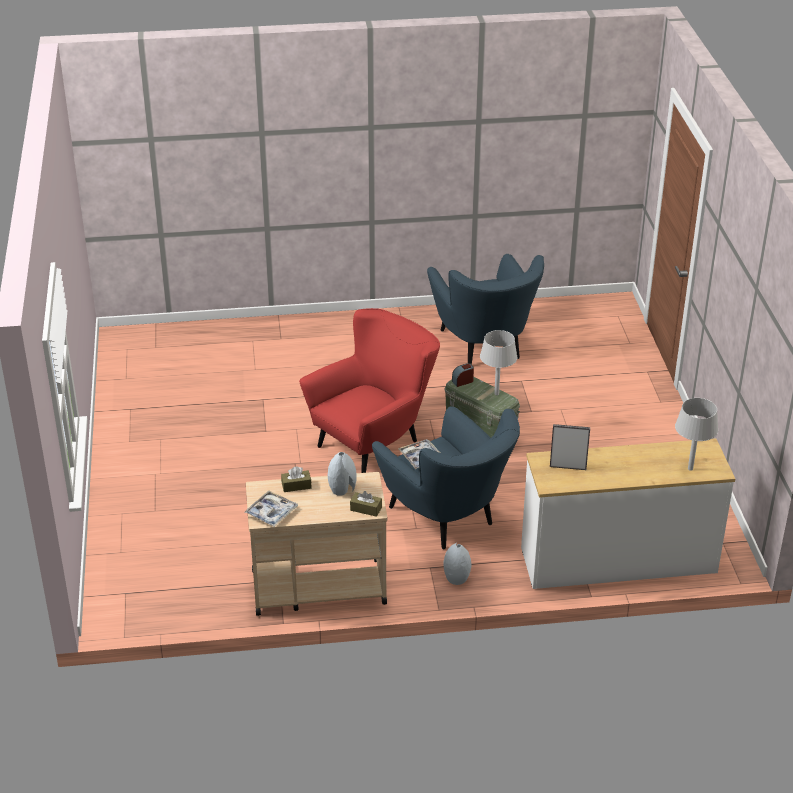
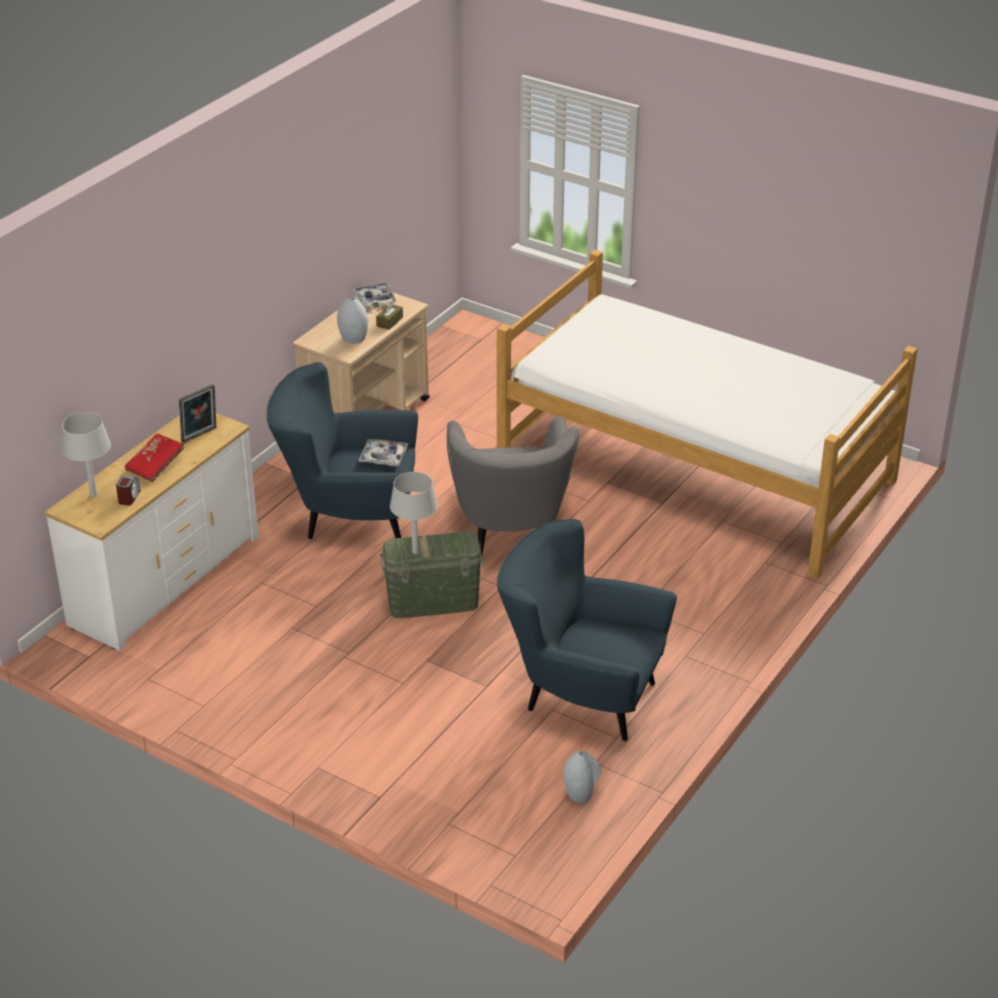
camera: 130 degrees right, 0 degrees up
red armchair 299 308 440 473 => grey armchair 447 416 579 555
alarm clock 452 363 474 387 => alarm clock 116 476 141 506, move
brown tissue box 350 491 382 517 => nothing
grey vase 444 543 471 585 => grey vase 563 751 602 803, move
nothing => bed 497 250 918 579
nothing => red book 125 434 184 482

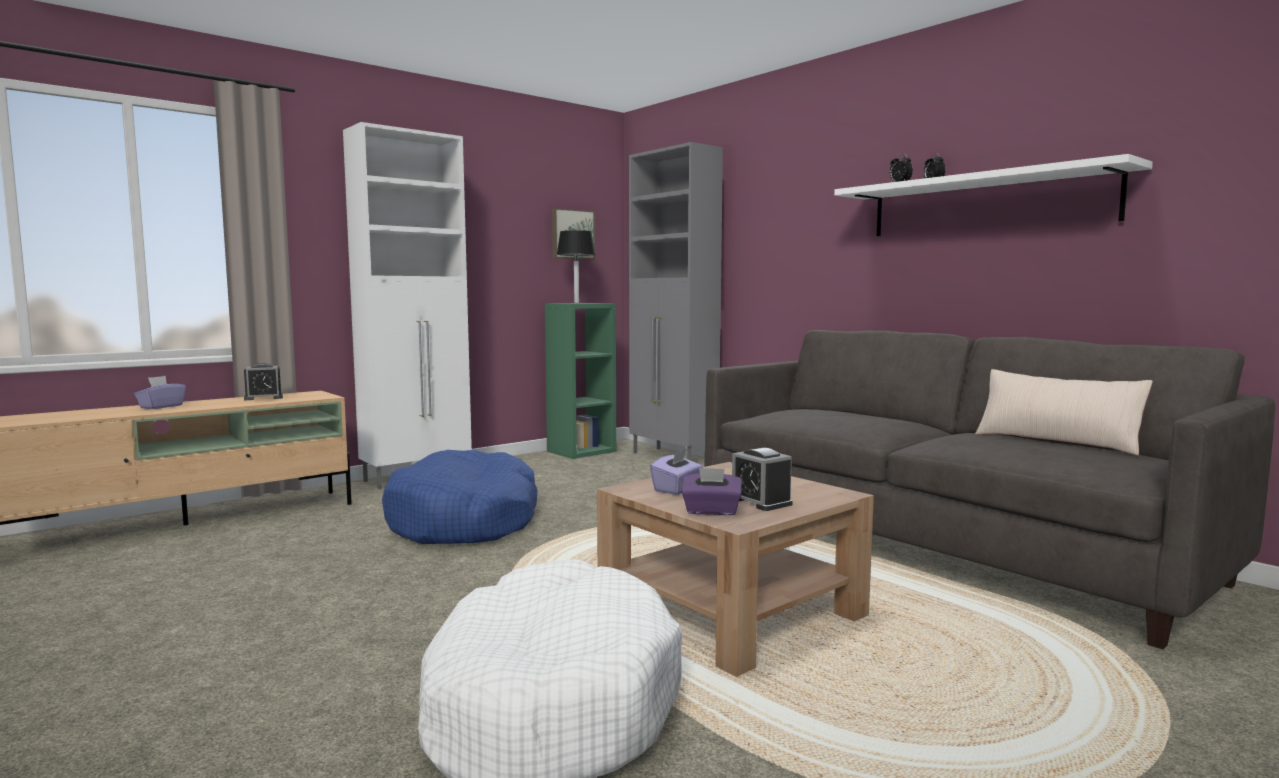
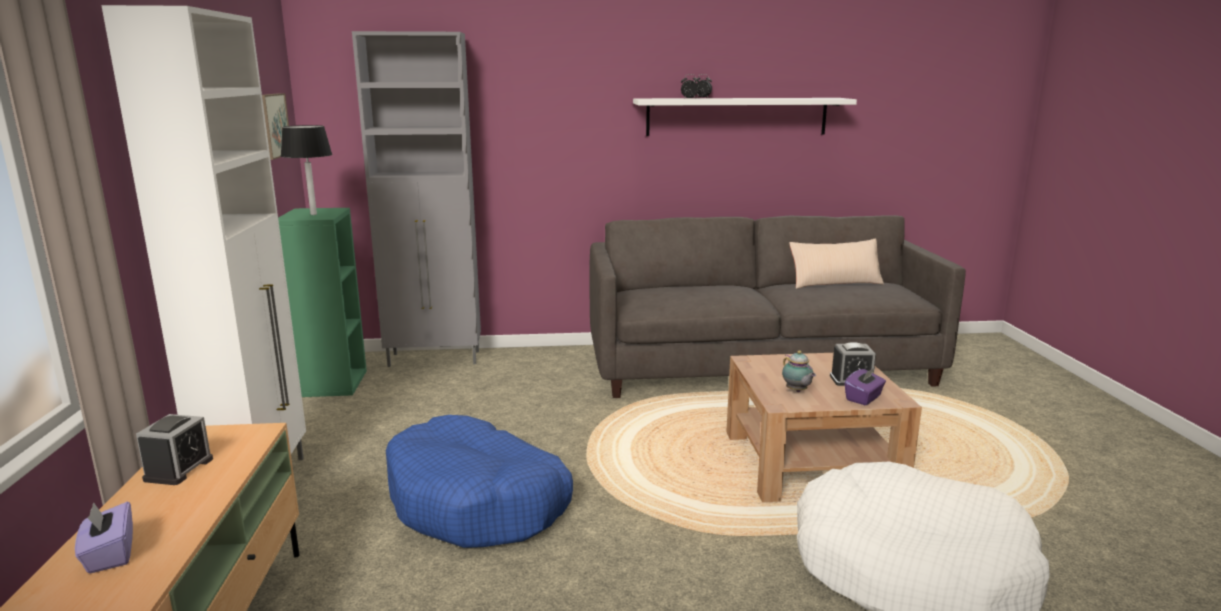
camera: 55 degrees left, 10 degrees up
purple tissue box 650 448 703 495 => teapot 782 350 816 392

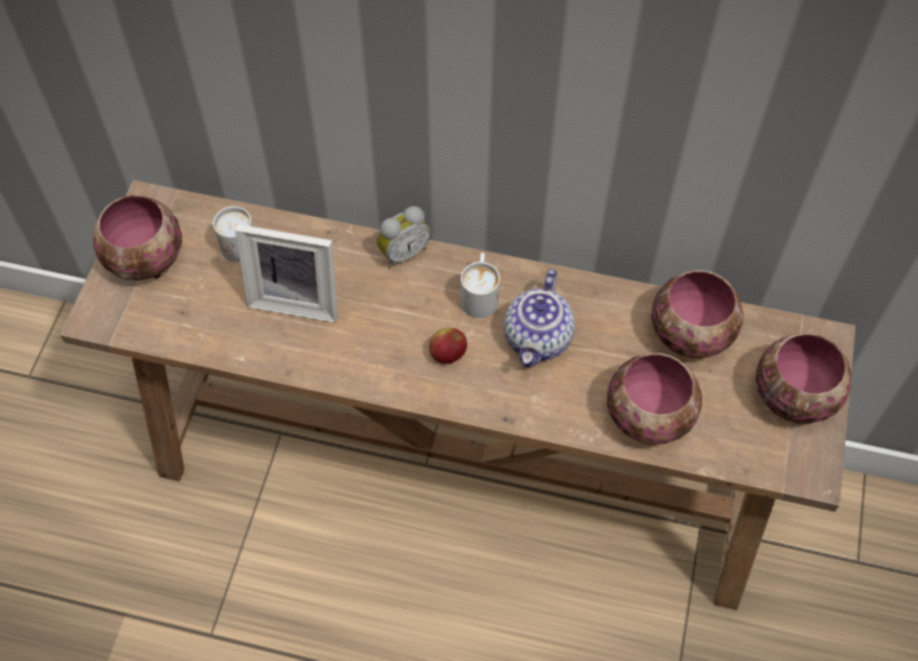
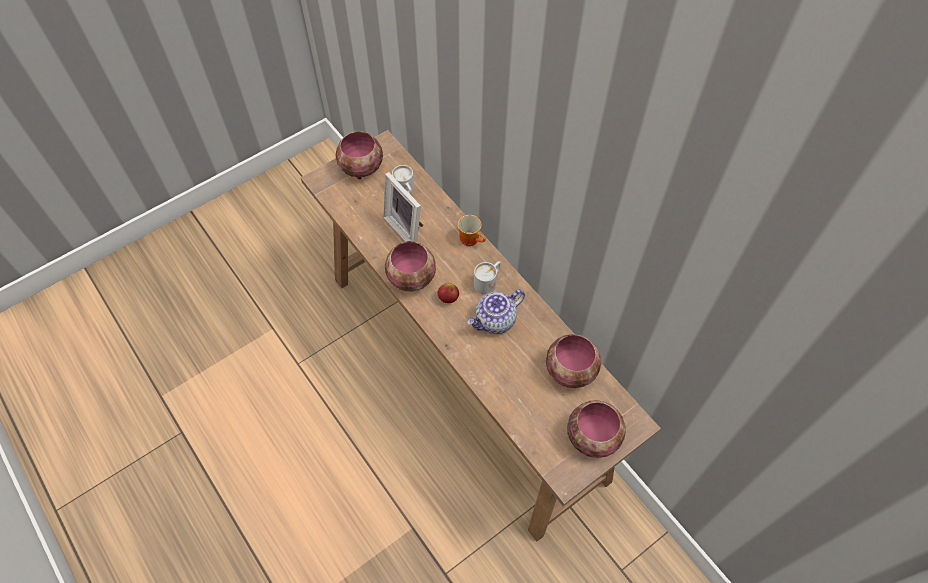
camera: 40 degrees right, 0 degrees up
alarm clock 377 206 431 268 => mug 458 215 486 246
bowl 607 353 702 445 => bowl 385 241 436 291, move

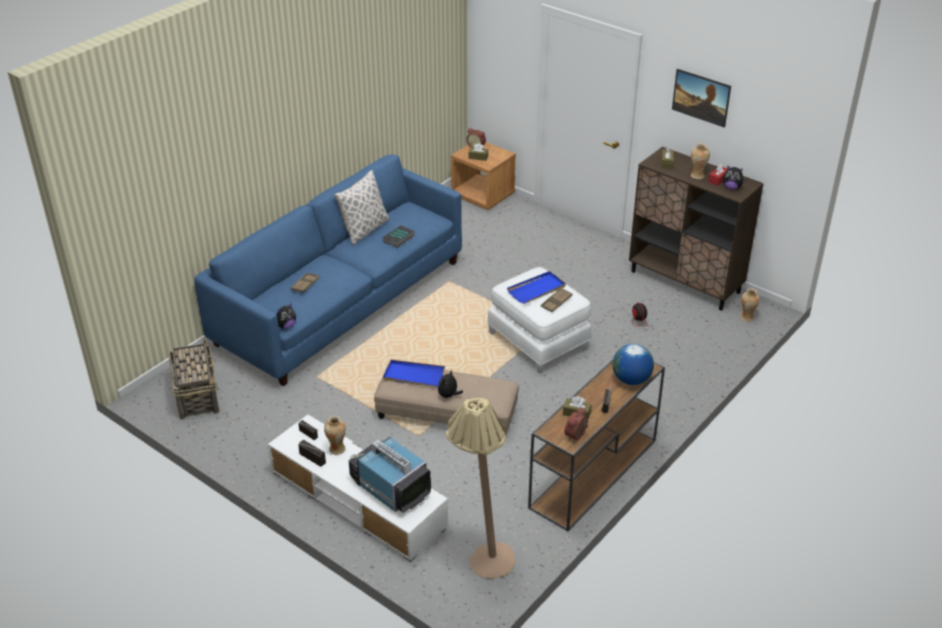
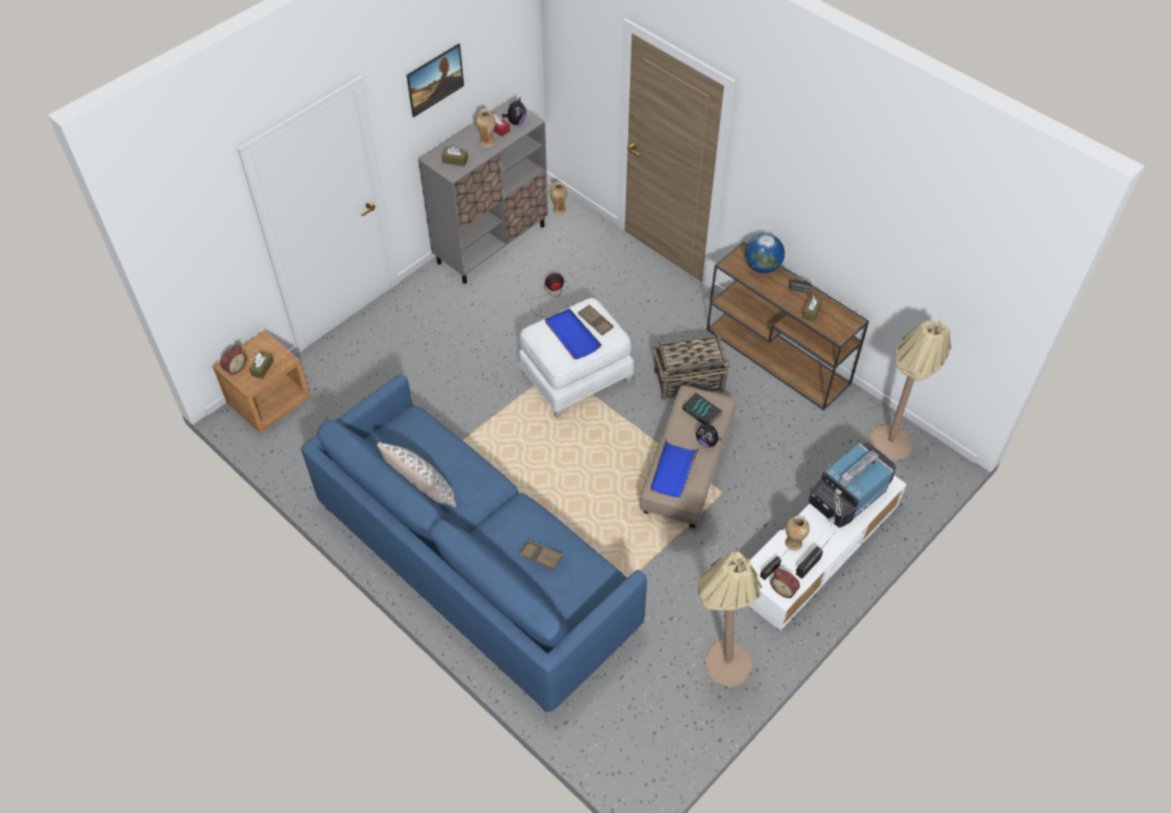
camera: 85 degrees left, 15 degrees up
brown cabinet 629 147 764 311 => grey cabinet 418 99 548 284
book 383 225 415 248 => book 682 393 722 425, move
plush toy 277 303 296 329 => nothing
basket 169 339 219 420 => basket 653 333 730 400, move
alarm clock 564 407 588 441 => alarm clock 770 568 800 598, move
nothing => beige floor lamp 697 551 763 686

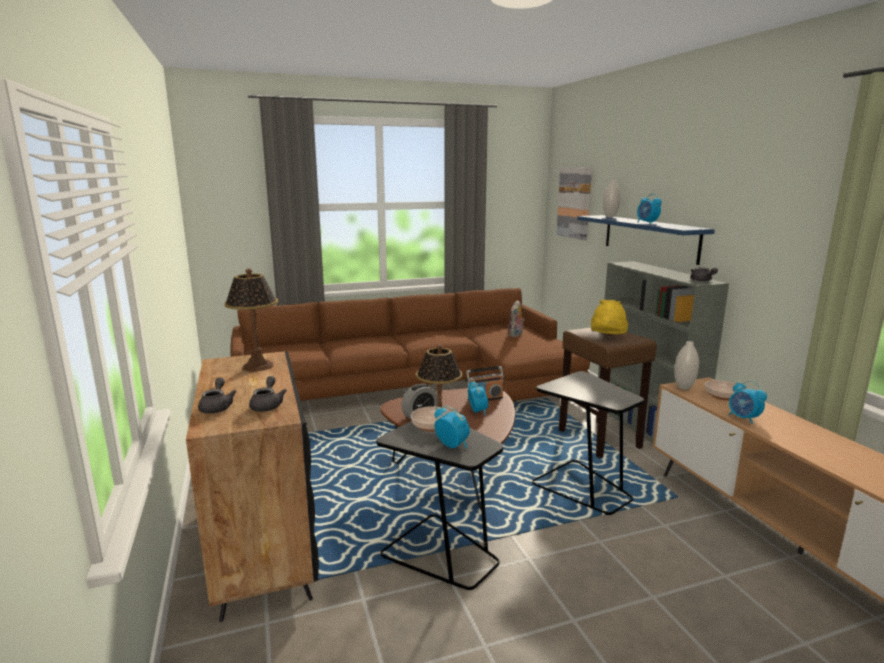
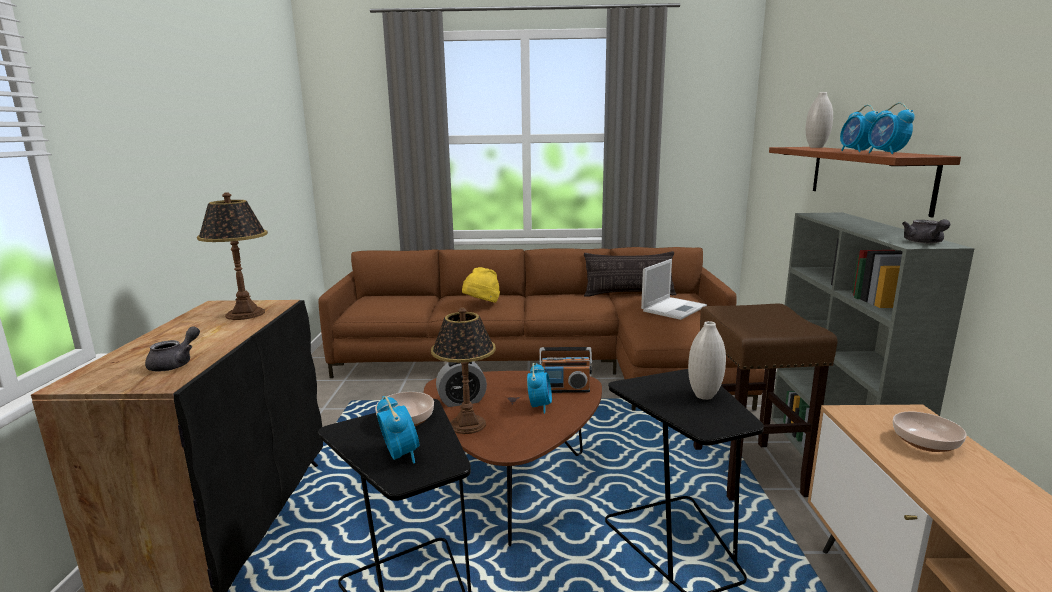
camera: 20 degrees right, 0 degrees up
picture 556 167 592 240 => nothing
blue shelf 577 215 715 265 => brown shelf 769 147 961 217
yellow hat 591 299 628 334 => yellow hat 462 267 500 303, move
plush toy 508 300 524 337 => laptop 641 259 707 320
white vase 674 341 699 390 => white vase 688 321 726 400, move
grey teapot 198 377 237 414 => nothing
alarm clock 729 381 767 424 => alarm clock 868 103 915 154, move
nothing => pillow 584 251 676 297

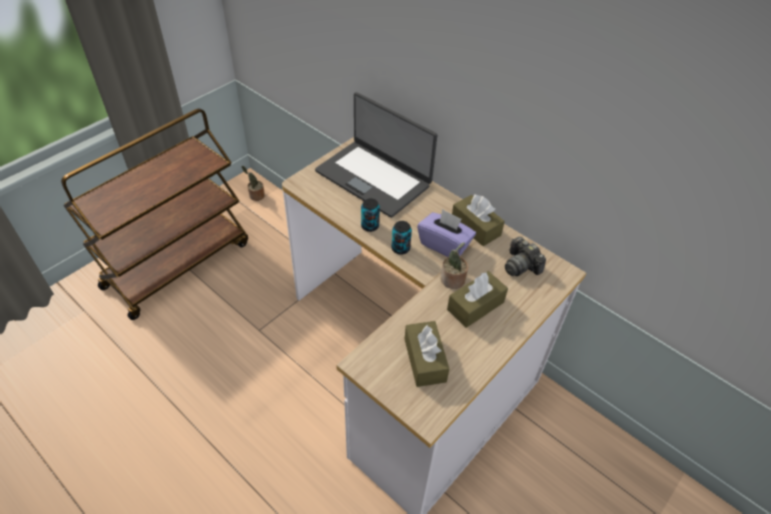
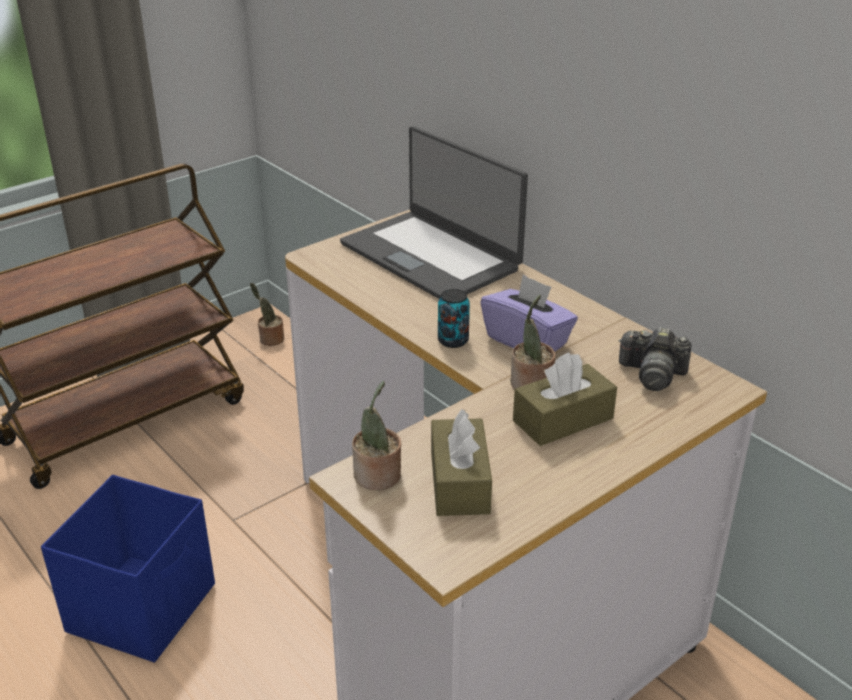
camera: 10 degrees right, 15 degrees down
brown tissue box 452 194 505 246 => nothing
can 361 198 380 232 => nothing
photo camera 505 237 546 276 => photo camera 619 327 692 391, 45 degrees counterclockwise
nothing => potted plant 352 381 401 490
nothing => blue storage box 41 475 215 662

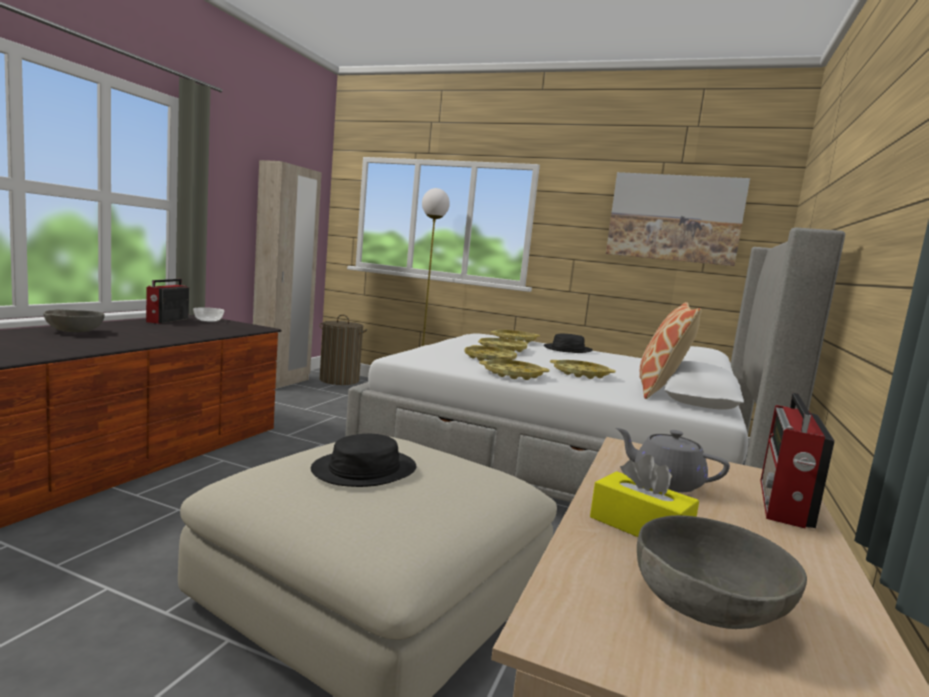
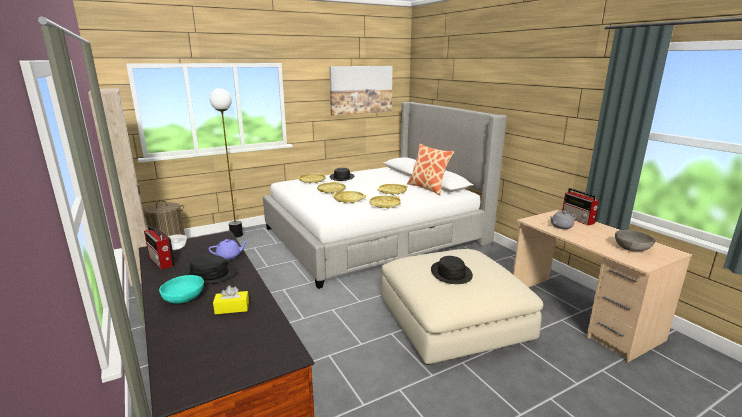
camera: 50 degrees left, 10 degrees up
grey bowl 43 309 105 332 => turquoise bowl 159 275 204 304
yellow tissue box 590 455 699 537 => yellow tissue box 213 285 249 314, move
nothing => purple teapot 209 239 248 260
nothing => black hat 180 255 238 284

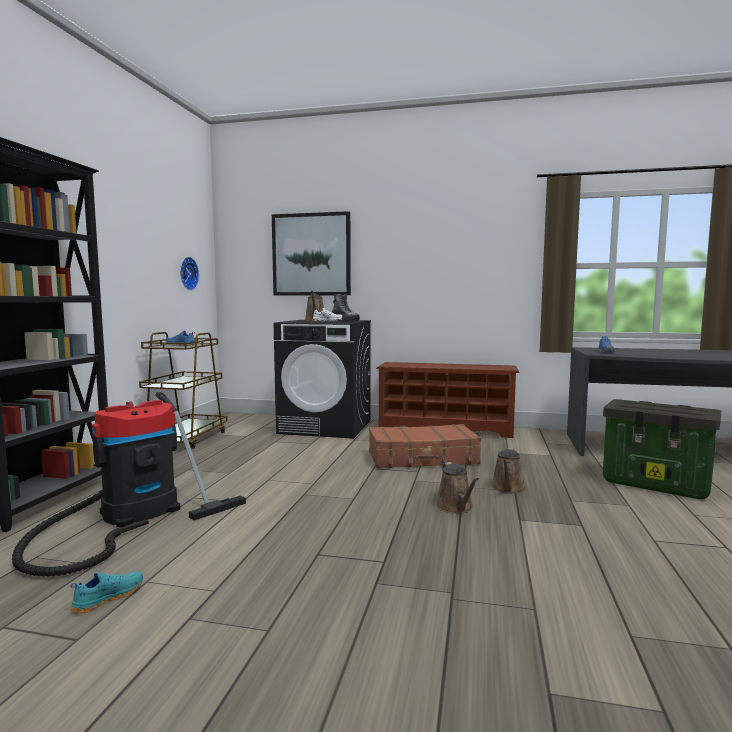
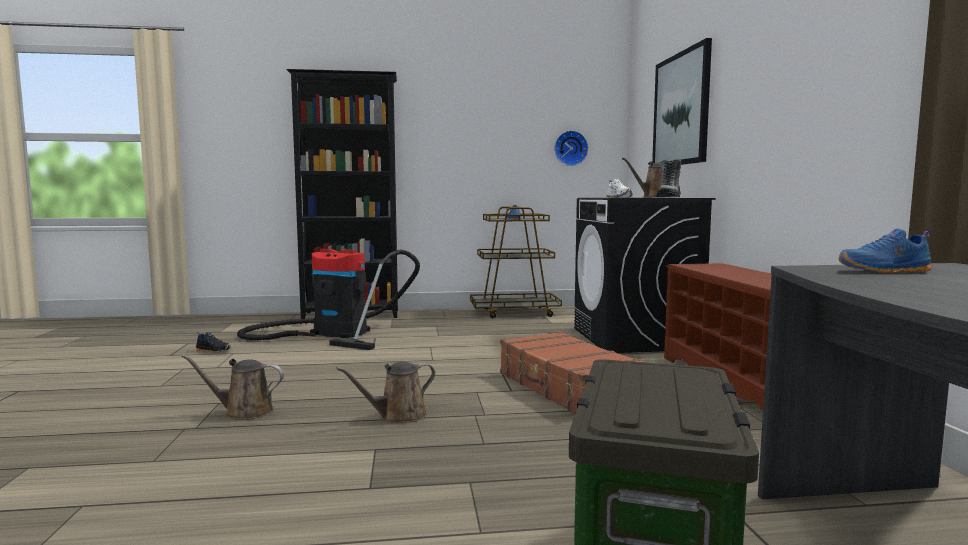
camera: 70 degrees right, 0 degrees up
brown watering can 491 448 526 494 => brown watering can 181 354 284 420, move
turquoise shoe 71 571 143 613 => black shoe 195 332 231 353

